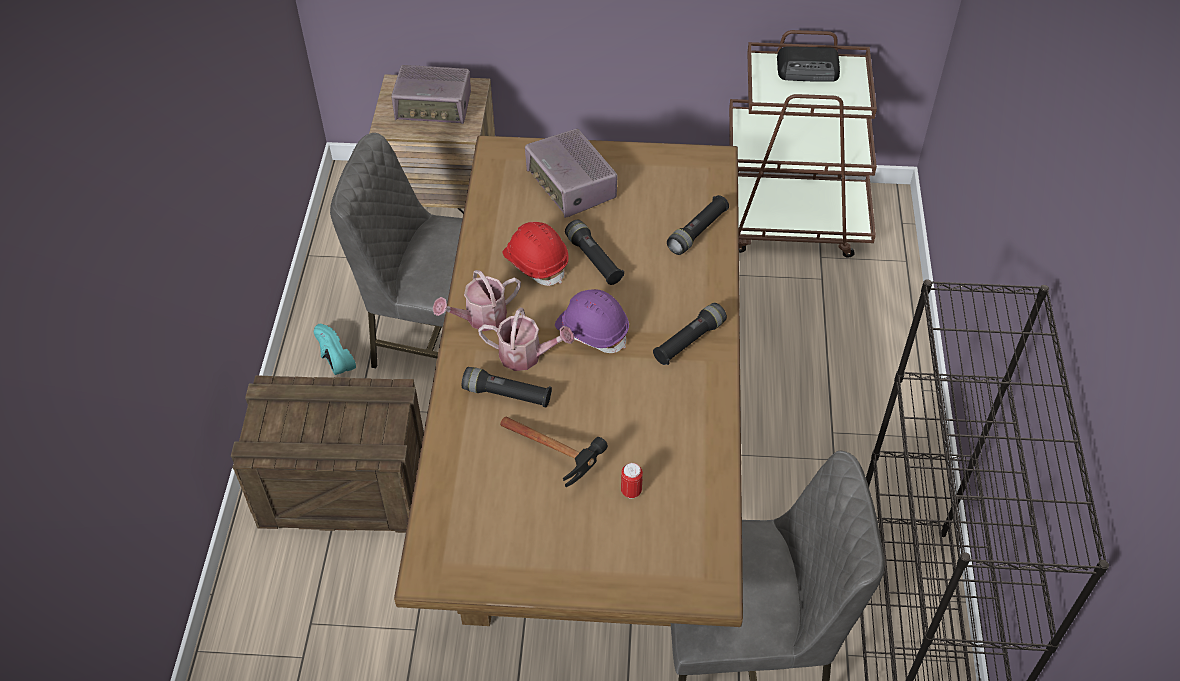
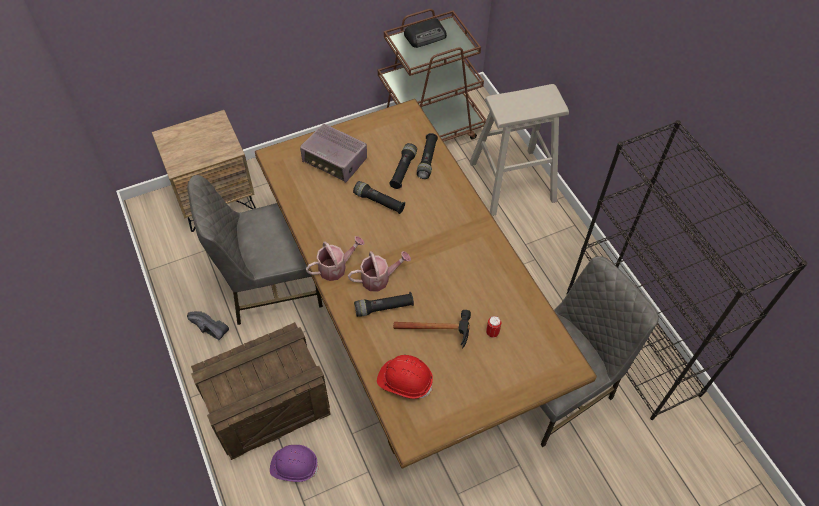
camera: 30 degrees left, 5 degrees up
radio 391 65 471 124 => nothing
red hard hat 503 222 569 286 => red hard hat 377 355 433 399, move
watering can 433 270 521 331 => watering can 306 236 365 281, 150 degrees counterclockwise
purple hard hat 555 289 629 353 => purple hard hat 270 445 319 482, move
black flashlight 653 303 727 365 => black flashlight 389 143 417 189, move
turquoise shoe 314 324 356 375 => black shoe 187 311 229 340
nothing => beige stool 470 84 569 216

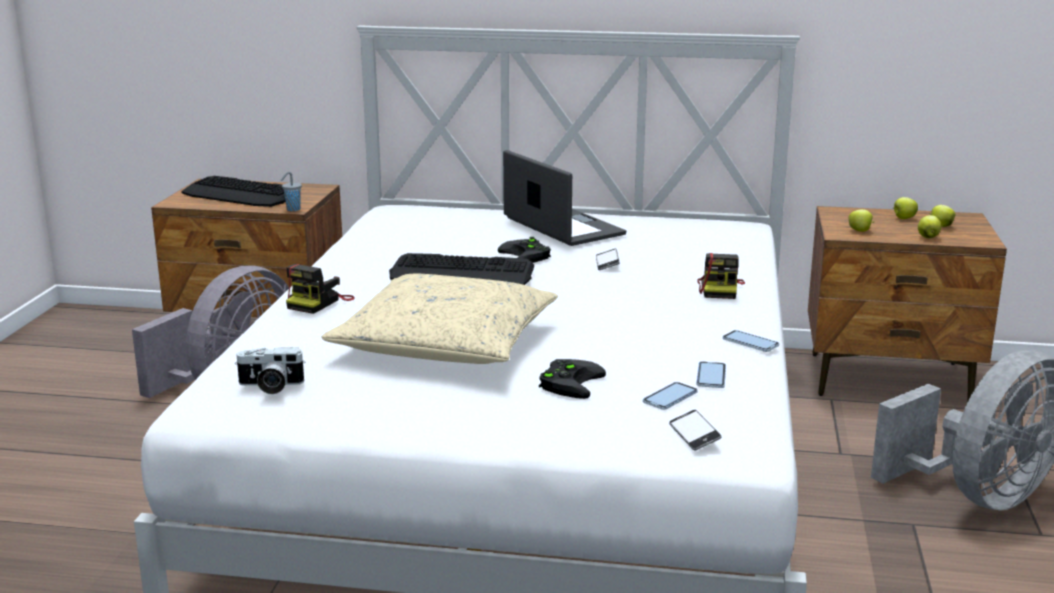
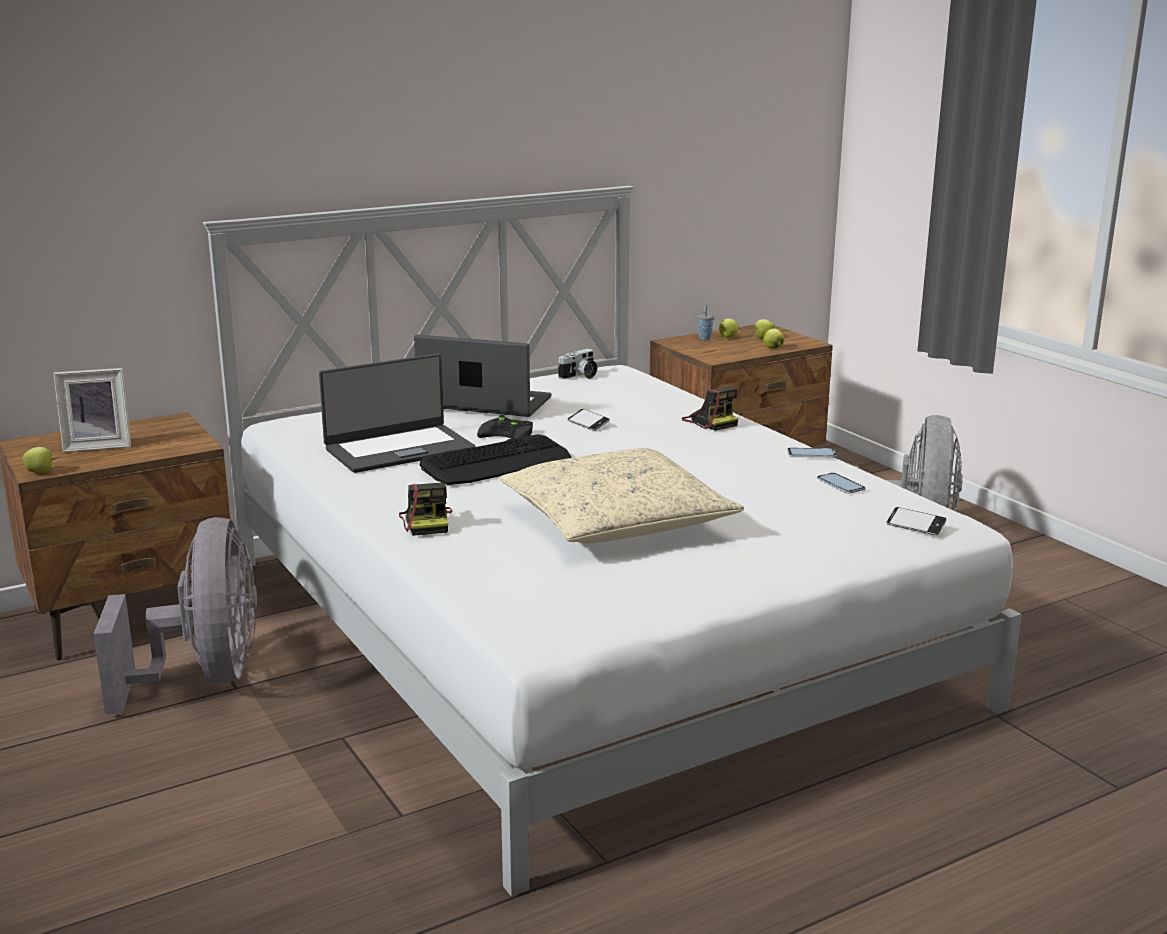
camera: 40 degrees left, 0 degrees up
grey cup 281 172 302 211 => grey cup 697 304 715 340, move
keyboard 181 176 286 207 => picture frame 53 368 131 452
apple 849 209 875 232 => apple 22 447 55 473, move
photo camera 235 347 305 394 => photo camera 558 348 597 379, move
black game controller 539 359 606 399 => nothing
phone 643 382 698 410 => nothing
nothing => laptop 319 354 476 473

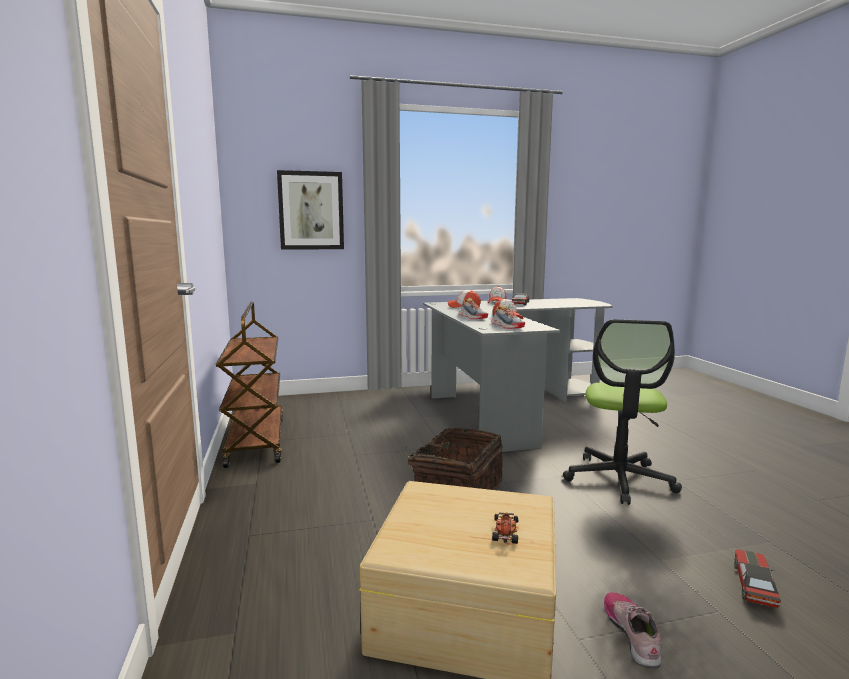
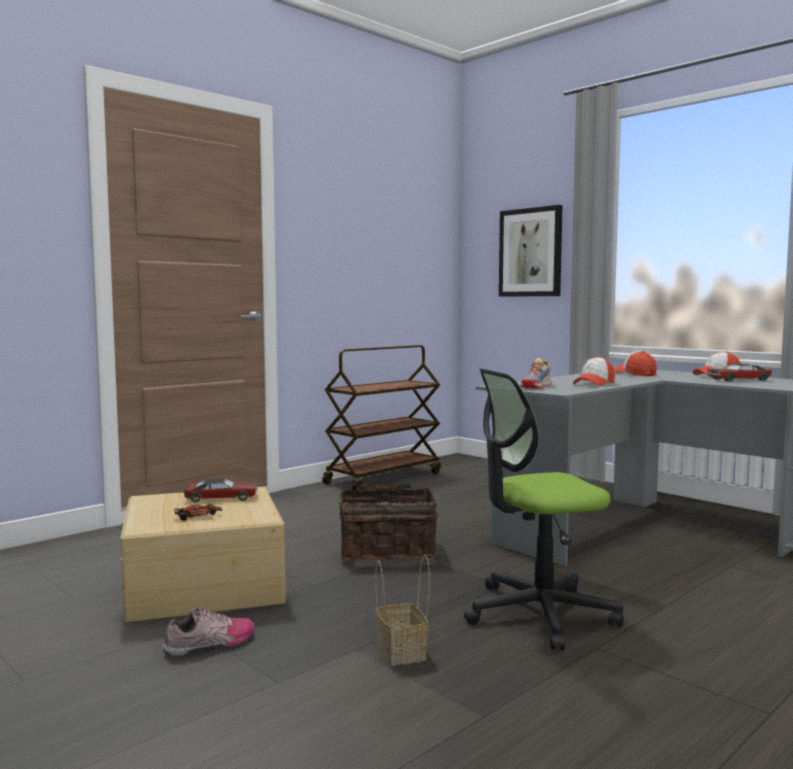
camera: 60 degrees right, 5 degrees down
shoe 459 298 488 319 => nothing
toy car 734 549 781 608 => toy car 184 478 258 502, move
nothing => basket 375 555 430 665

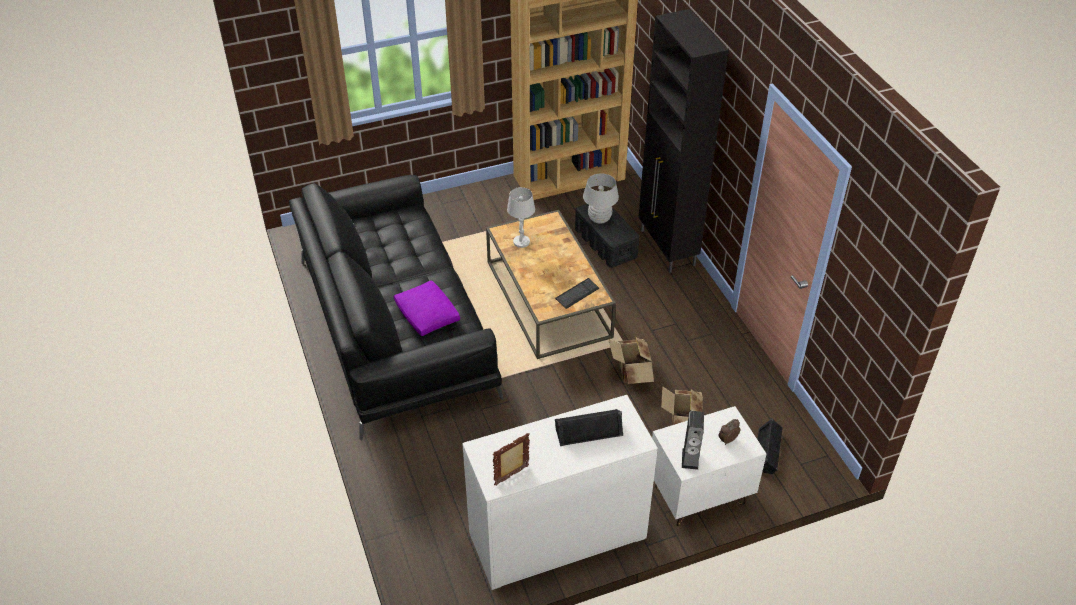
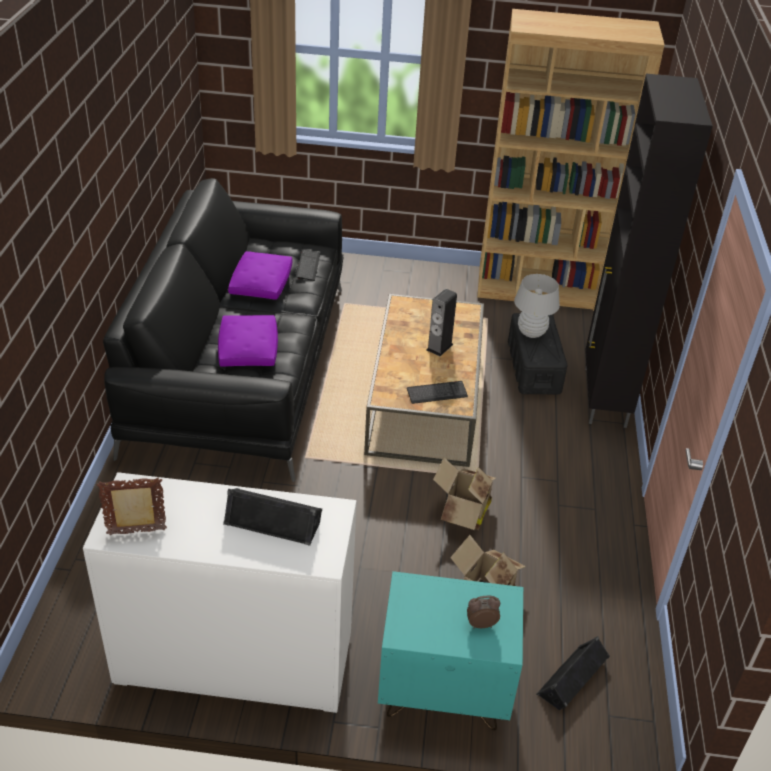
camera: 25 degrees right, 5 degrees down
white table lamp 507 187 535 248 => nothing
white nightstand 652 406 767 526 => turquoise nightstand 378 571 523 730
speaker 682 411 704 470 => speaker 427 289 457 356, move
nothing => keyboard 296 249 321 281
nothing => purple pillow 228 251 292 300

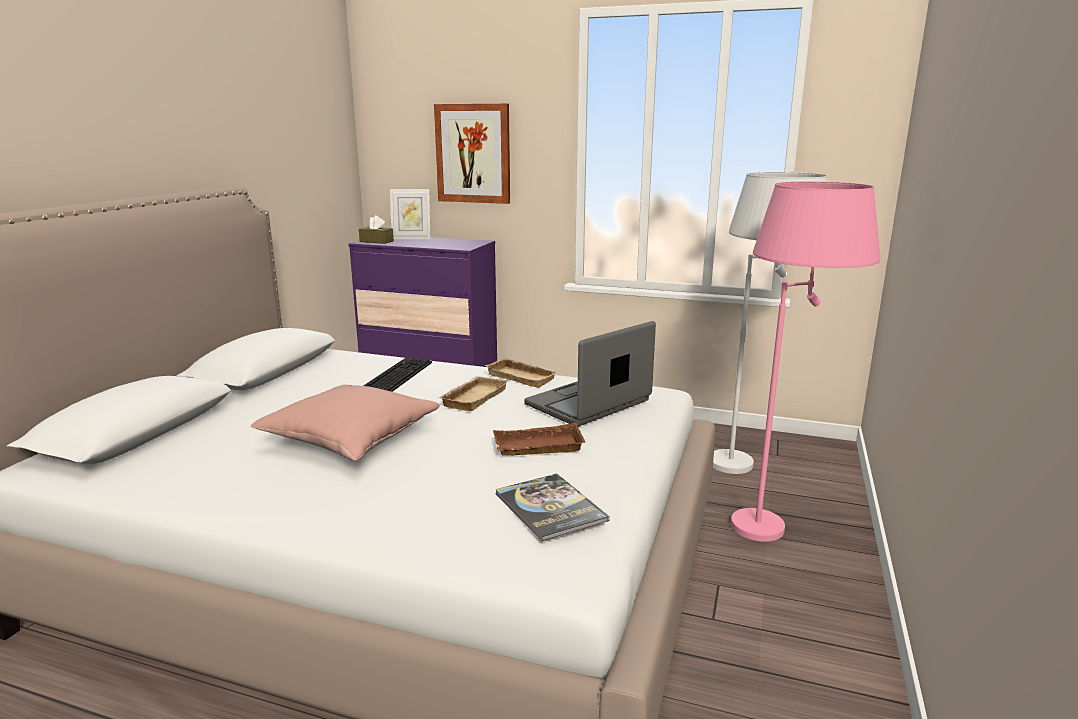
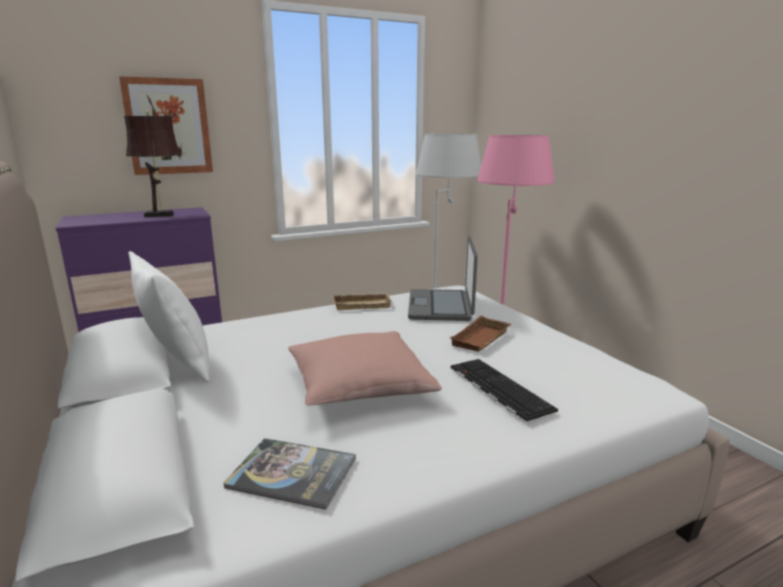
camera: 45 degrees left, 0 degrees up
picture frame 390 189 431 239 => nothing
brown tissue box 359 215 394 244 => nothing
keyboard 363 358 432 392 => keyboard 451 359 558 423, move
beige tray 438 376 508 411 => nothing
book 495 474 610 541 => book 223 438 356 510, move
nothing => brown table lamp 124 110 181 217
nothing => white pillow 128 251 210 382

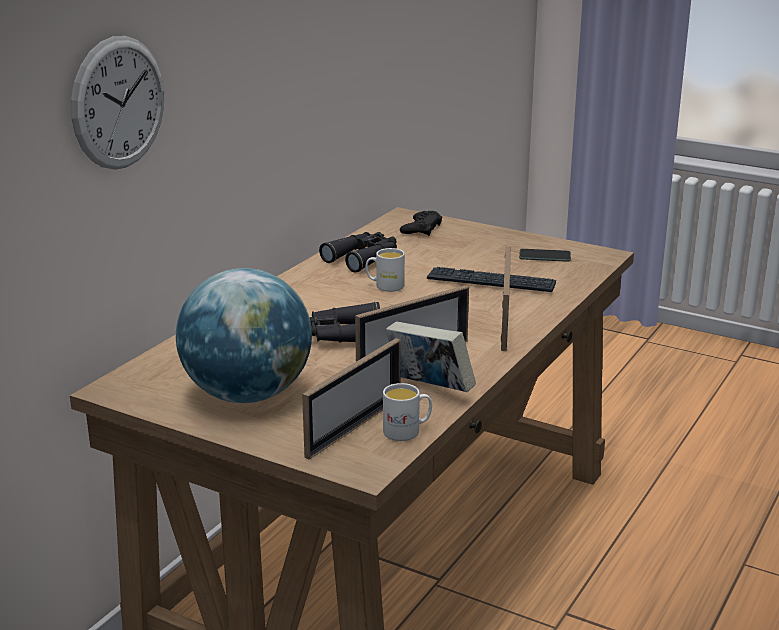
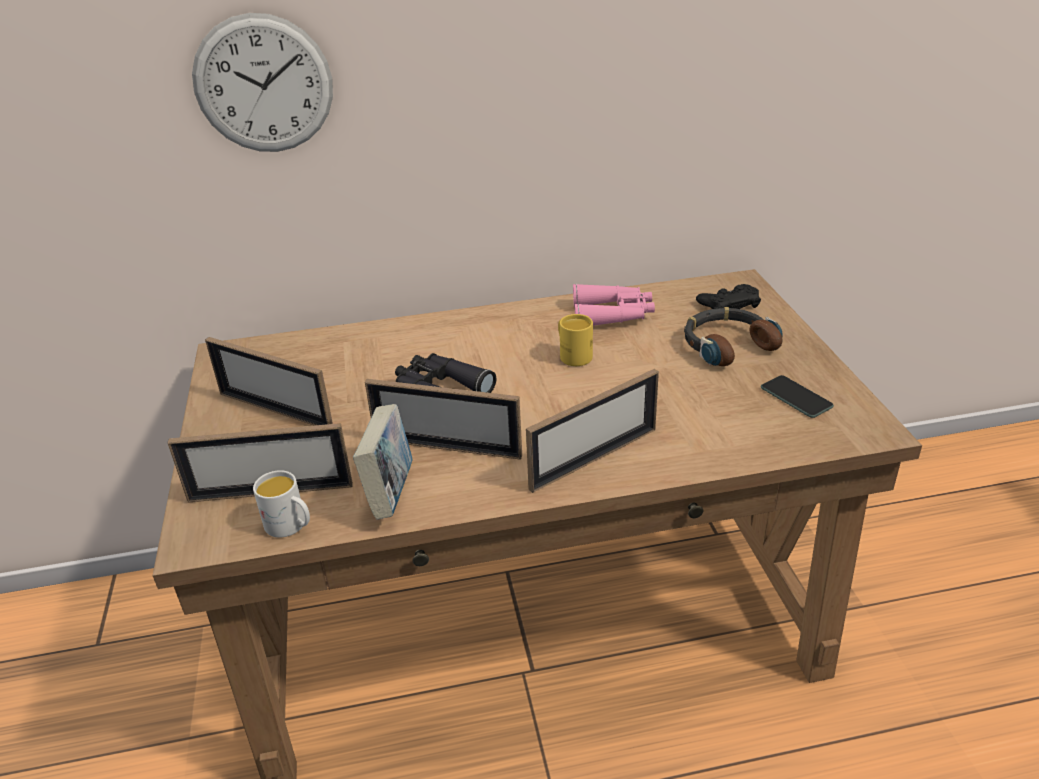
camera: 50 degrees right, 10 degrees up
black binoculars 319 232 397 273 => pink binoculars 573 284 655 326
white mug 366 248 405 292 => yellow mug 558 314 593 366
keyboard 427 267 556 292 => nothing
globe 176 268 312 403 => picture frame 205 337 333 426
nothing => headphones 684 307 783 366

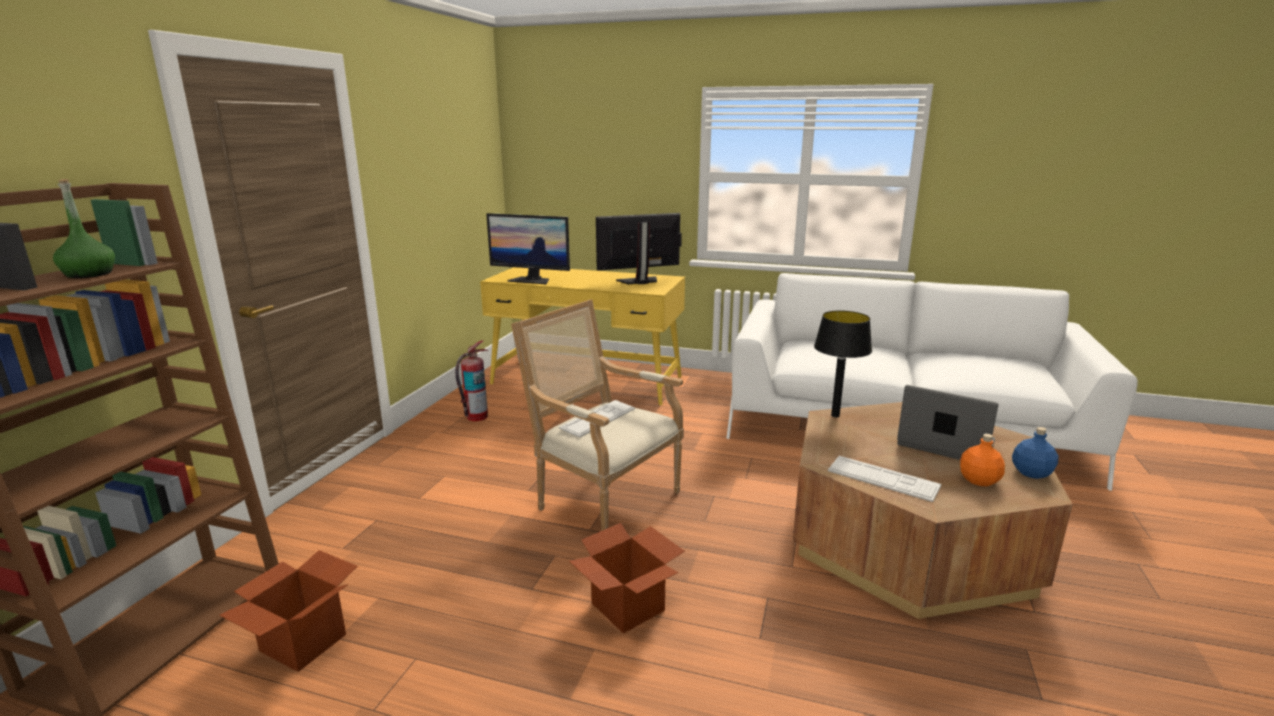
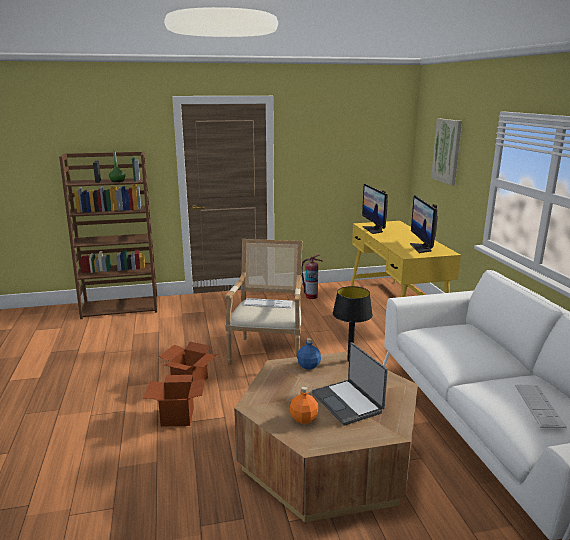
camera: 60 degrees right, 0 degrees up
monitor 596 213 682 284 => monitor 410 195 438 253, 135 degrees counterclockwise
laptop 897 385 998 460 => laptop 312 342 388 426, 150 degrees clockwise
blue bottle 1012 427 1059 479 => blue bottle 297 338 321 370, move
keyboard 828 456 941 502 => keyboard 515 384 567 428, move
cardboard box 219 550 358 672 => cardboard box 143 375 205 427, move
nothing => picture 431 118 462 185

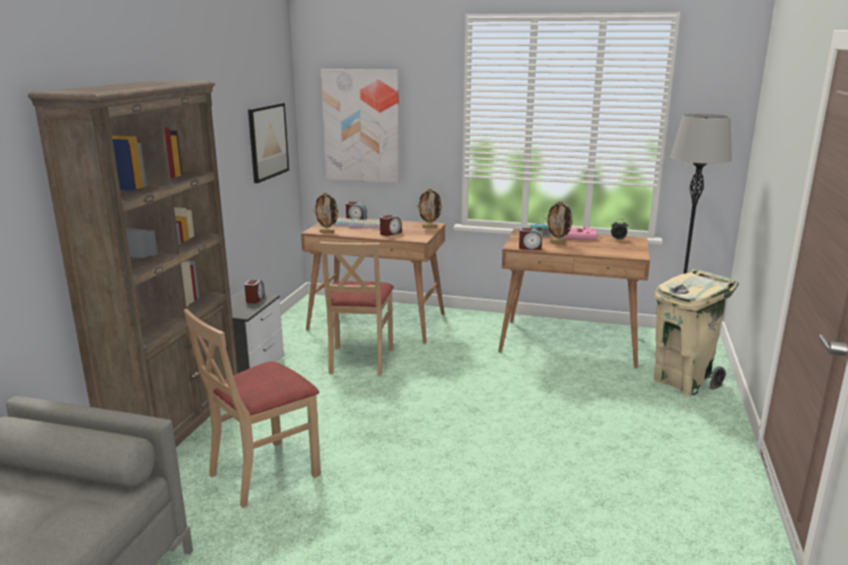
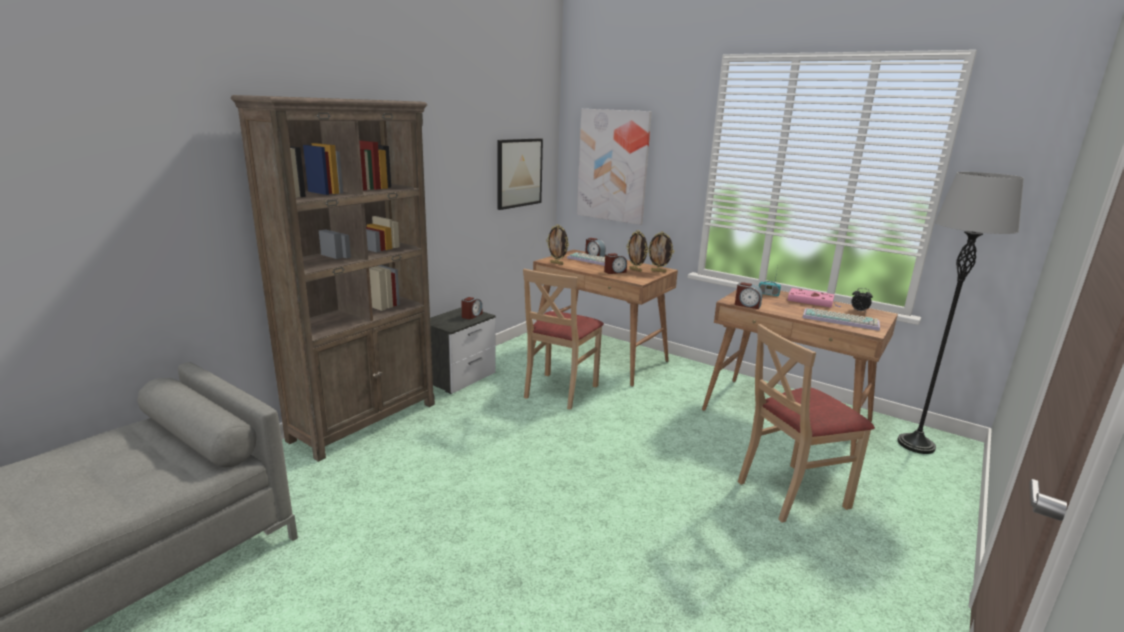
camera: 20 degrees right, 0 degrees up
picture frame 545 201 574 244 => picture frame 626 230 648 272, move
beige trash can 654 270 739 396 => nothing
beige chair 184 309 321 508 => beige chair 738 324 875 522, move
nothing => keyboard 802 308 880 331

